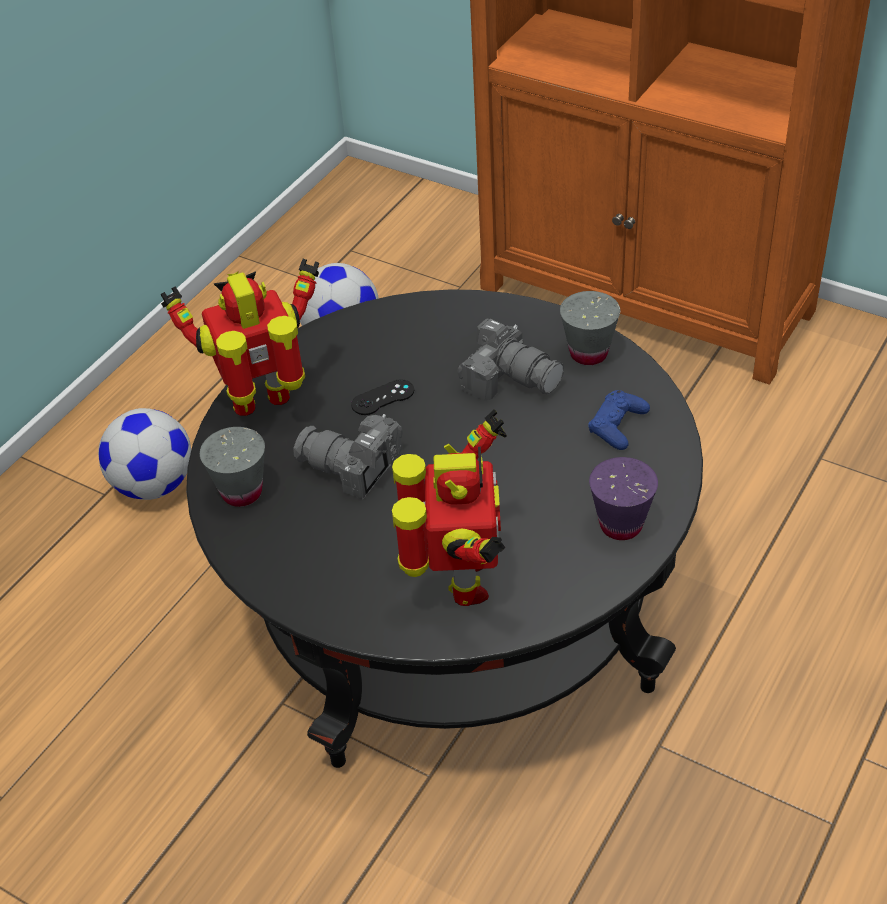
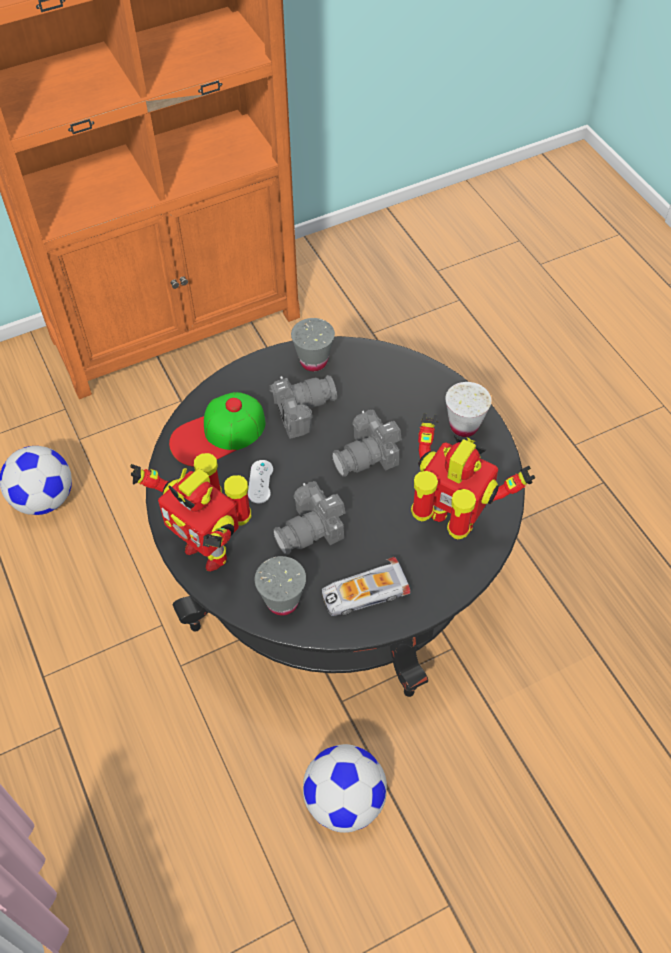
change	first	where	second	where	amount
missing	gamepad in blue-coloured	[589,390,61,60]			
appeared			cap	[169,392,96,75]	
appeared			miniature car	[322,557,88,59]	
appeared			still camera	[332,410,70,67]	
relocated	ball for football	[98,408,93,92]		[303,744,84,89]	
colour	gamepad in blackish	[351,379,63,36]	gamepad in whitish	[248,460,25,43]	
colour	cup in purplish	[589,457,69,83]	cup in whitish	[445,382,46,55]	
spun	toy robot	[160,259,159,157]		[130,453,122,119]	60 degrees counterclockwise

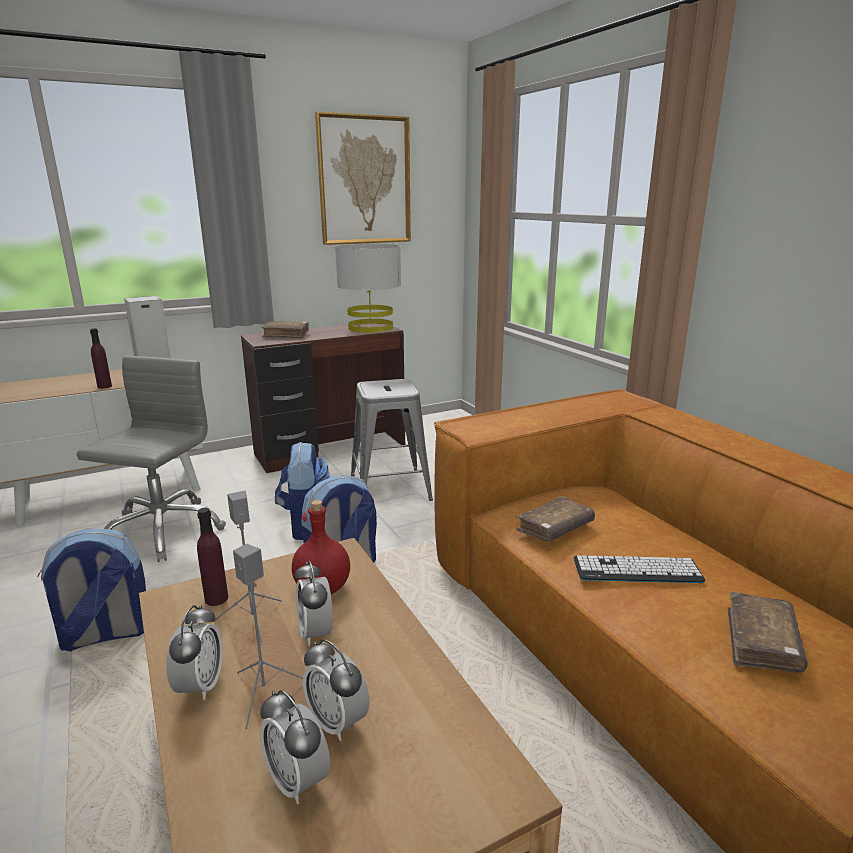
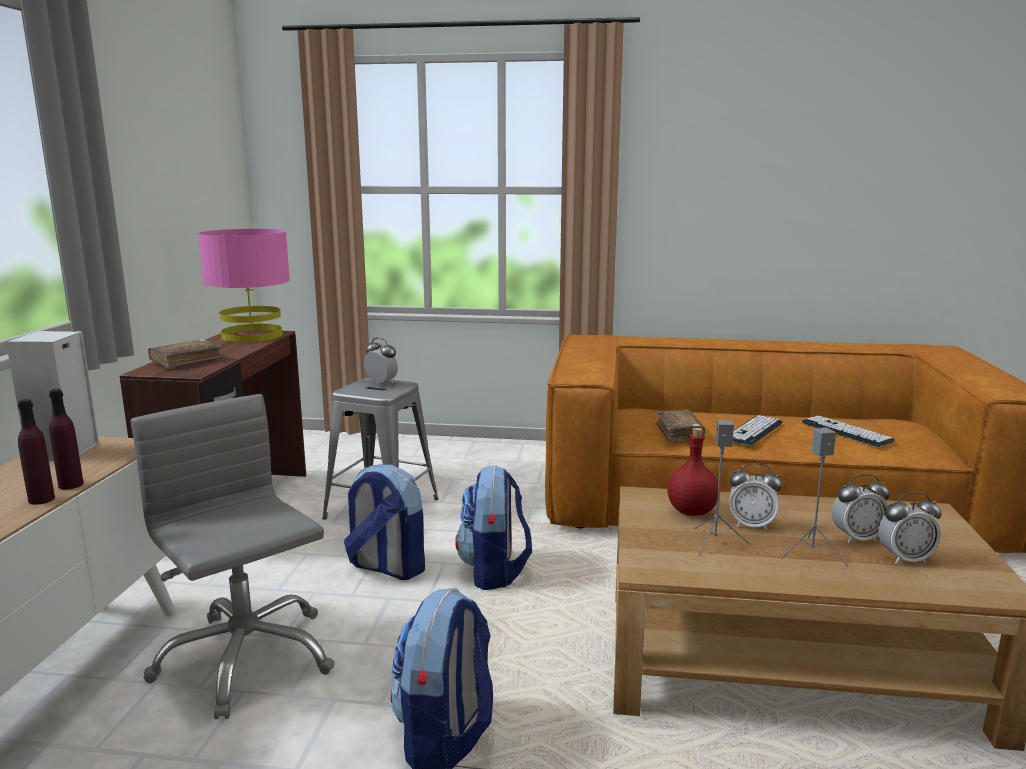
change	first	where	second	where	amount
missing	wall picture	[315,112,96,133]			
relocated	alarm clock	[166,605,57,95]		[364,338,34,46]	
relocated	beverage bottle in purplish	[197,508,31,98]		[18,399,37,106]	
exchanged	volume in brown	[727,592,81,81]	computer keyboard	[802,415,92,32]	
colour	tabletop lamp in greyish	[335,244,66,89]	tabletop lamp in pink-coloured	[198,229,92,113]	

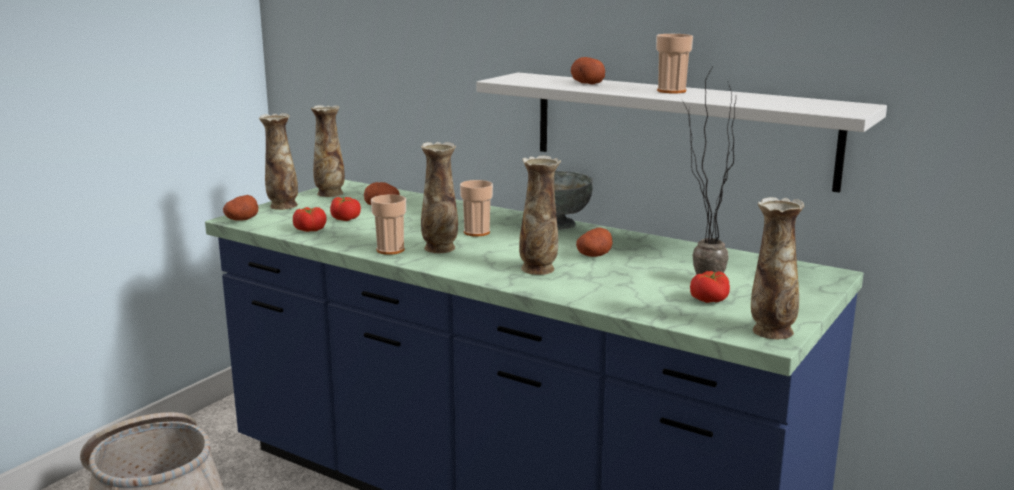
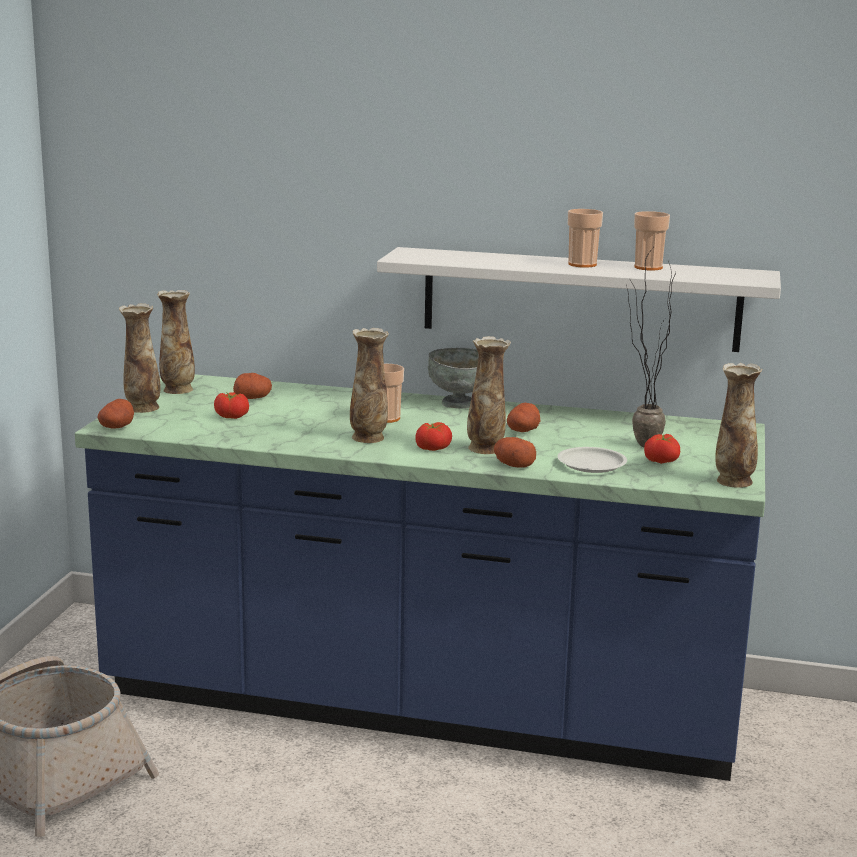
change	first	where	second	where	amount
appeared			flat dish in whitish	[557,447,70,26]	
relocated	tomato	[293,207,34,25]		[415,422,37,29]	
relocated	cup	[371,195,35,60]		[634,211,36,60]	
relocated	potato	[571,57,34,28]		[494,437,42,31]	

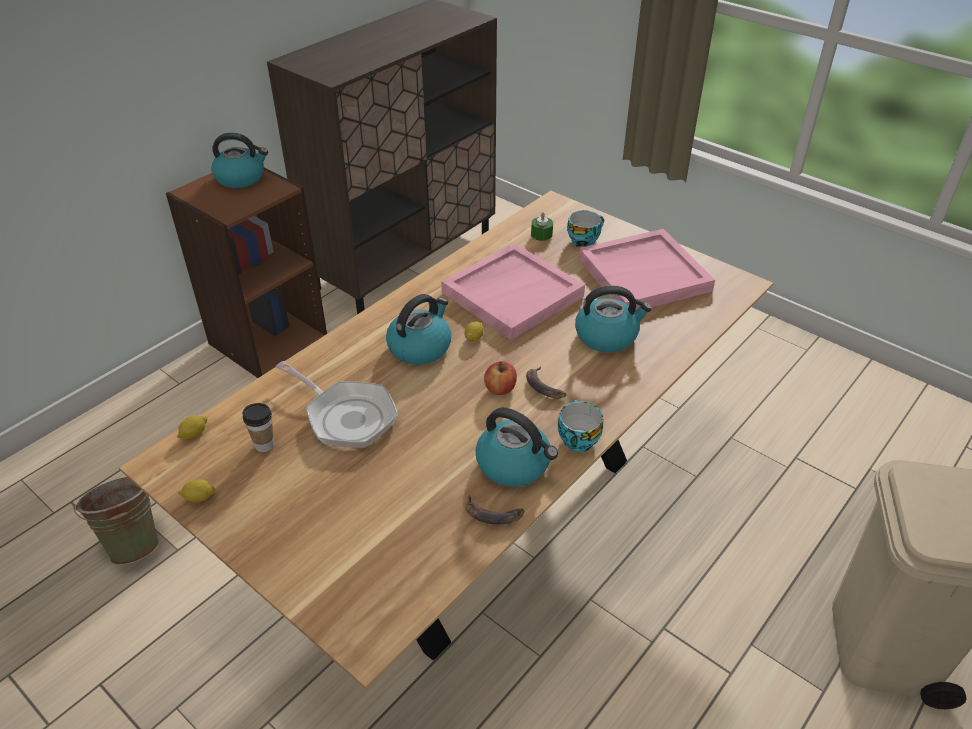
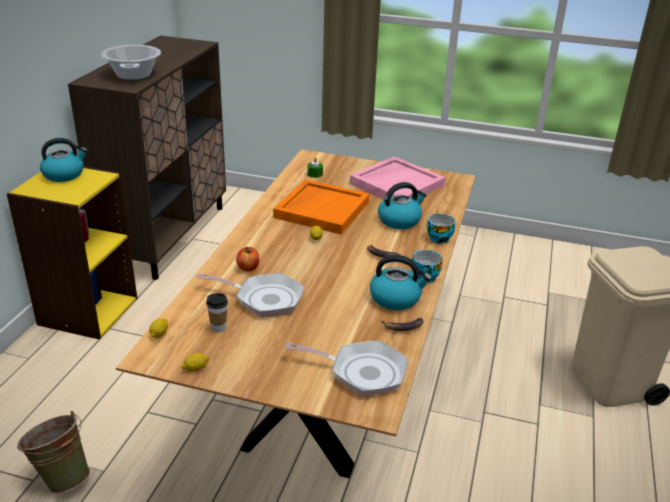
change	first	where	second	where	amount
missing	tea kettle	[386,294,65,71]			
appeared			cooking pot	[101,45,60,35]	
appeared			frying pan	[284,340,124,56]	
relocated	apple fruit	[484,361,33,34]		[236,247,23,25]	
relocated	cup	[567,210,37,38]		[427,213,28,31]	
colour	bookshelf in brown	[166,167,161,211]	bookshelf in yellowish	[7,167,130,173]	
colour	serving tray in pink-coloured	[441,243,144,97]	serving tray in orangey	[273,179,97,55]	

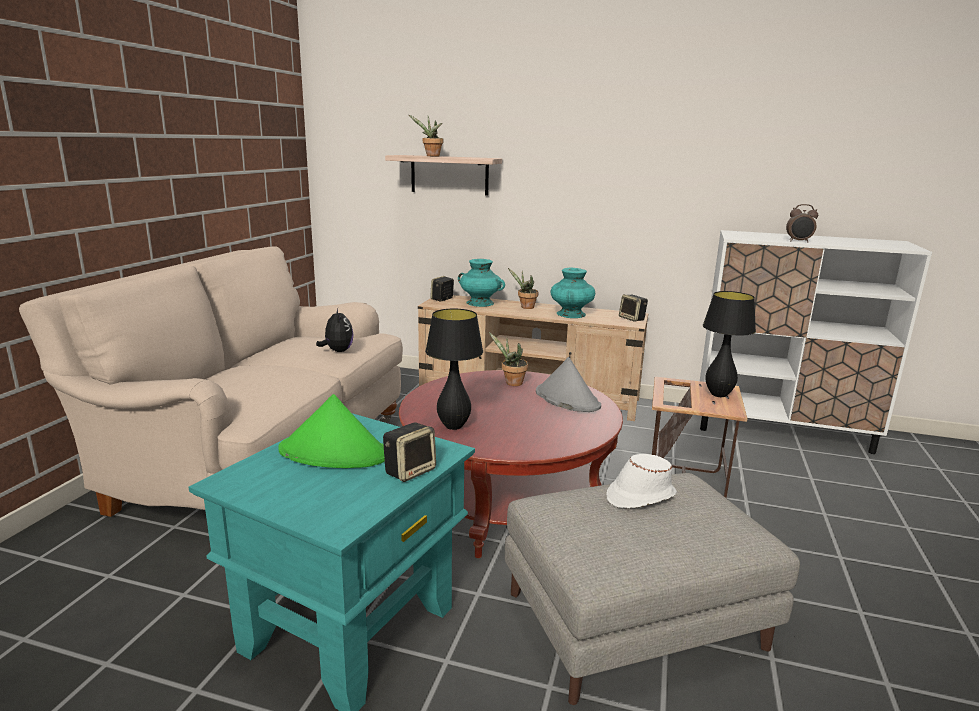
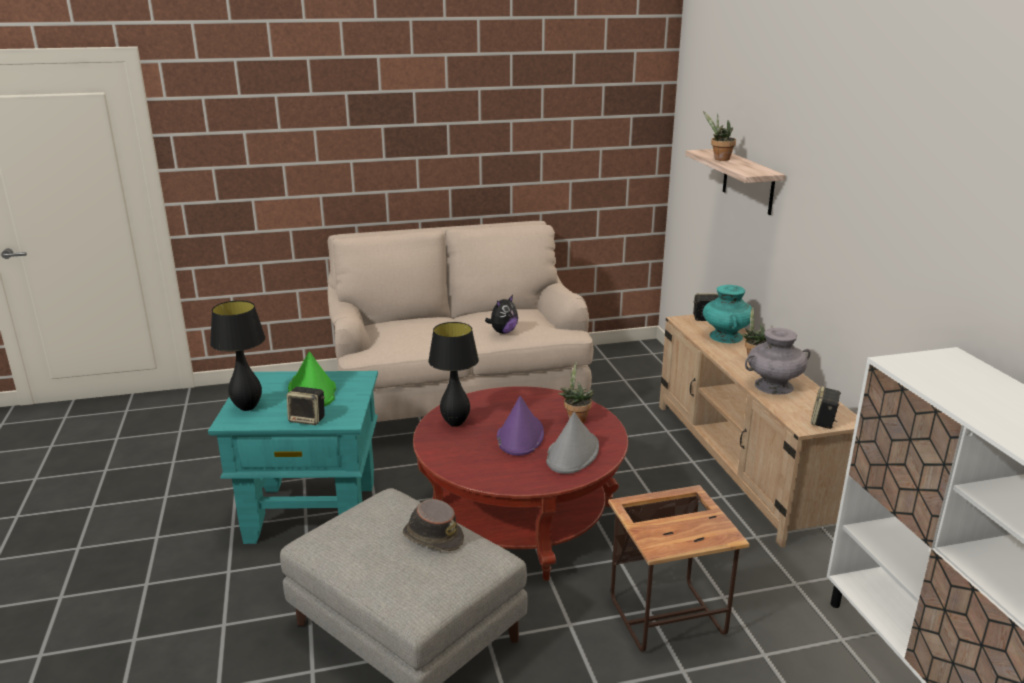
change	first	where	second	where	amount
missing	alarm clock	[786,204,32,39]			
appeared			wearable hat in purplish	[497,396,47,60]	
relocated	tabletop lamp in blackish	[703,291,53,106]		[210,300,56,111]	
colour	flower vase in turquoise	[551,268,44,50]	flower vase in greyish	[745,328,66,67]	
colour	wearable hat in whitish	[606,454,71,54]	wearable hat in brown	[403,499,61,52]	

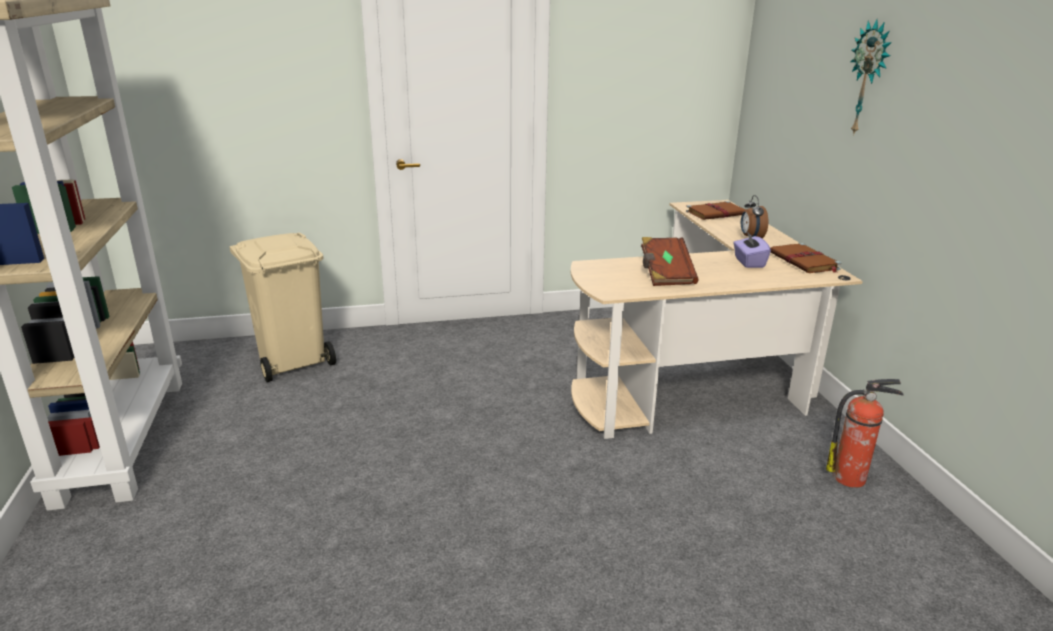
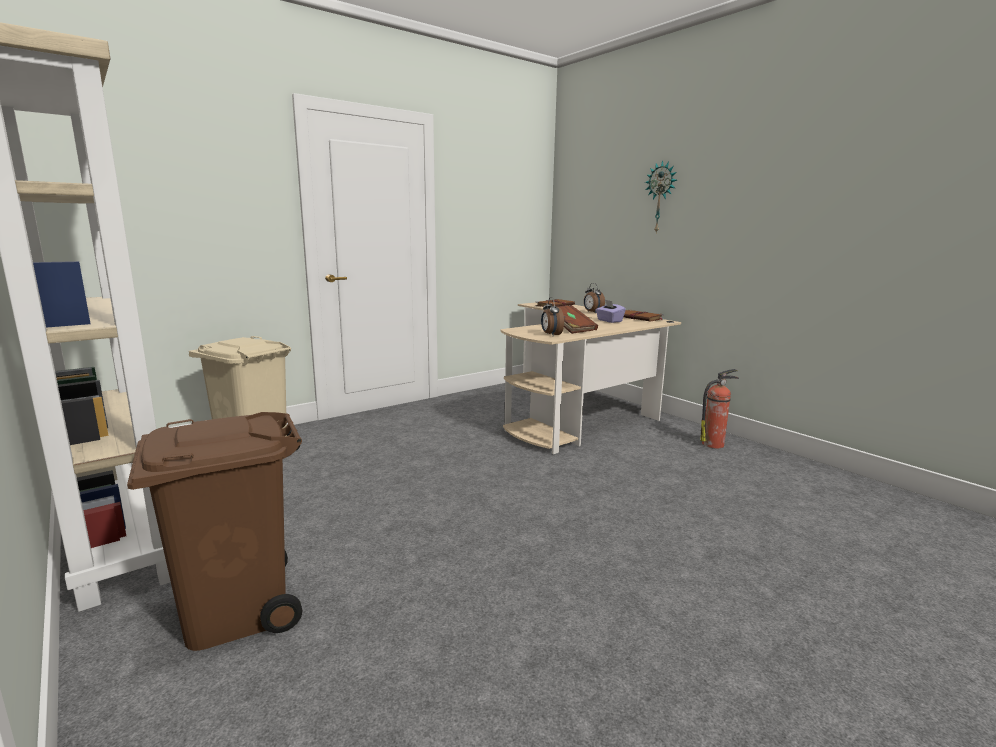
change	first	where	second	where	amount
appeared			rubbish bin in brown	[127,412,175,239]	
appeared			alarm clock	[541,297,23,39]	

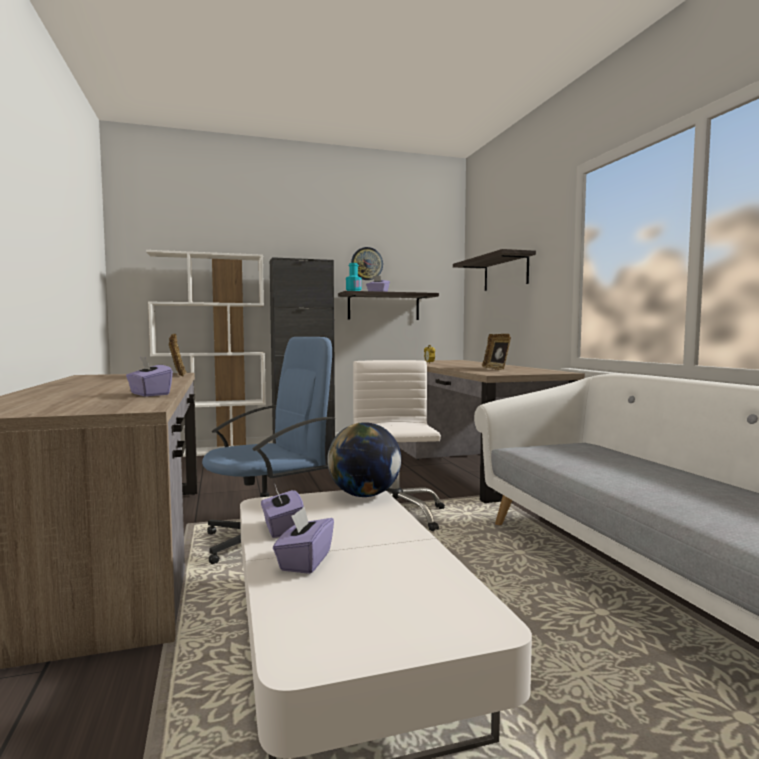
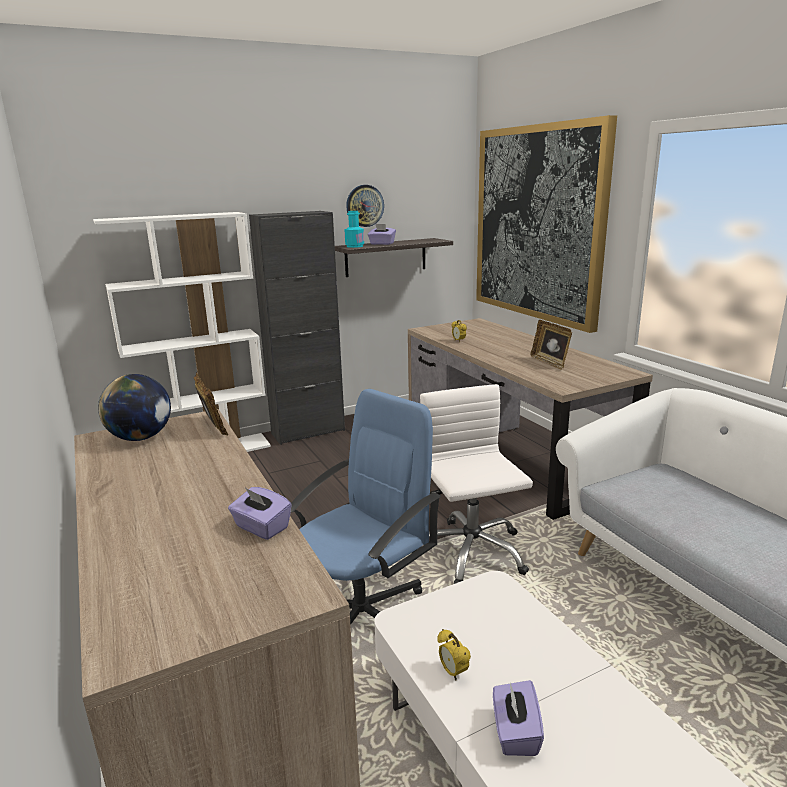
change	first	where	second	where	amount
relocated	desk globe	[327,422,74,75]		[98,374,73,67]	
exchanged	box of tissues in purplish	[261,485,43,53]	alarm clock	[437,629,34,51]	
exchanged	bracket shelf	[453,249,83,42]	wall picture	[476,115,141,218]	

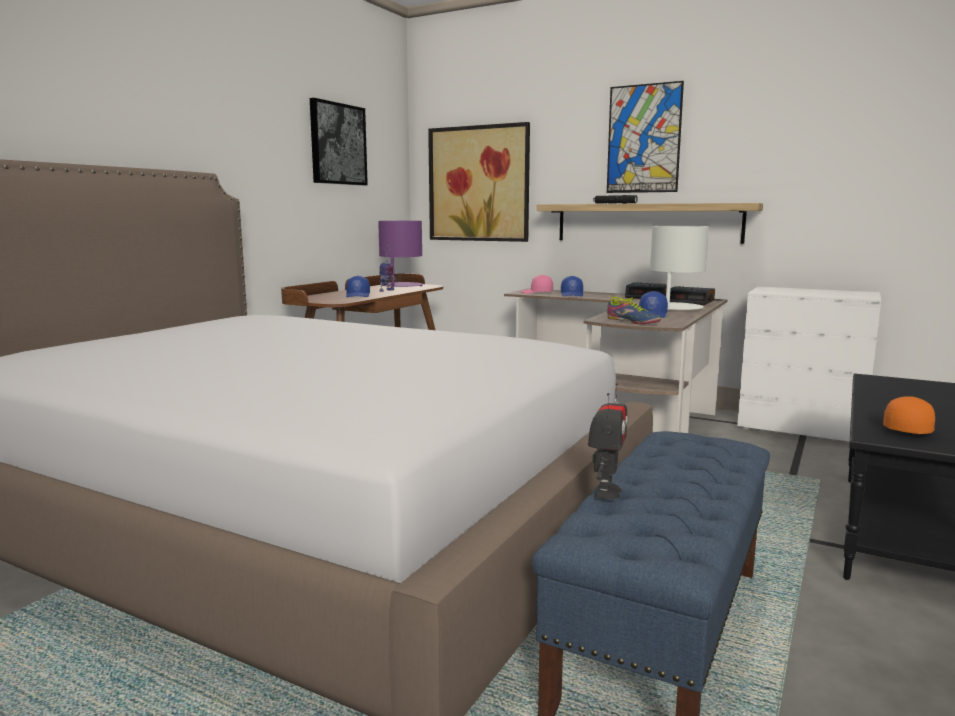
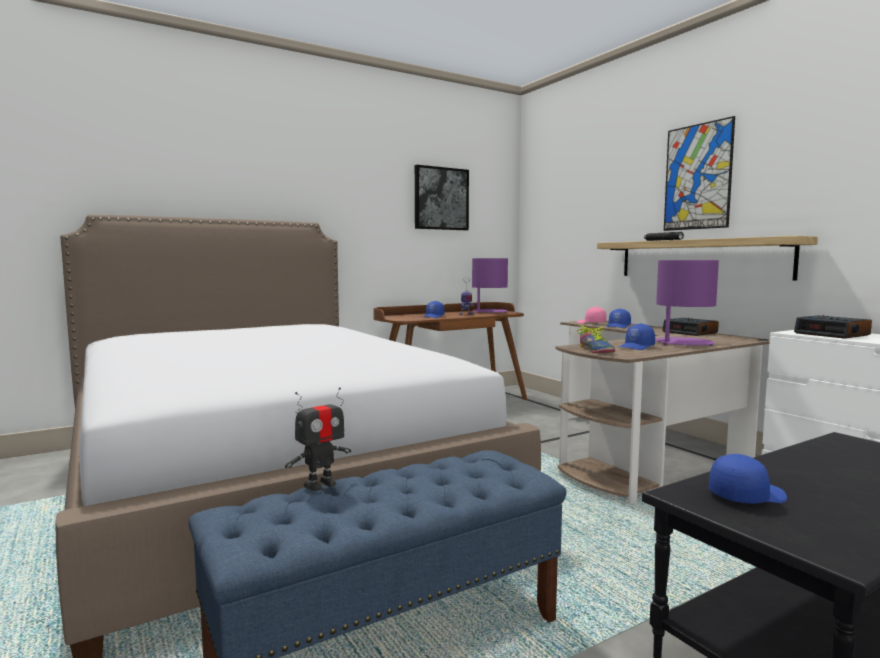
change	first	where	second	where	amount
missing	wall picture	[428,122,102,120]			
relocated	alarm clock	[670,286,45,19]		[794,315,78,24]	
colour	tabletop lamp in whitish	[650,226,59,85]	tabletop lamp in purplish	[655,260,64,86]	
colour	cap in orangey	[883,396,52,38]	cap in blue-coloured	[709,454,78,50]	

